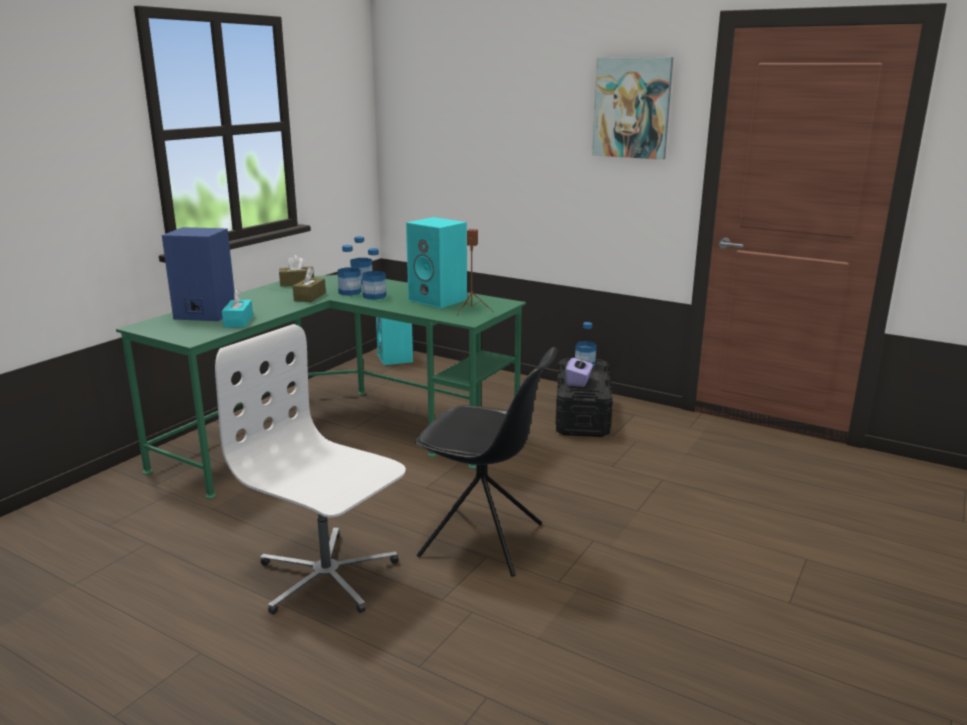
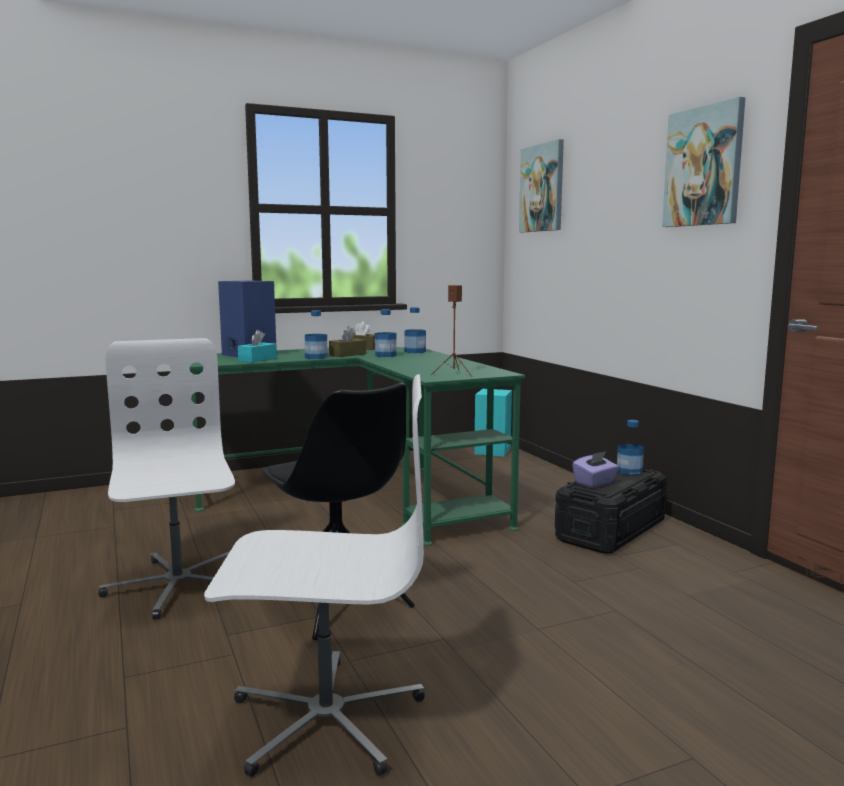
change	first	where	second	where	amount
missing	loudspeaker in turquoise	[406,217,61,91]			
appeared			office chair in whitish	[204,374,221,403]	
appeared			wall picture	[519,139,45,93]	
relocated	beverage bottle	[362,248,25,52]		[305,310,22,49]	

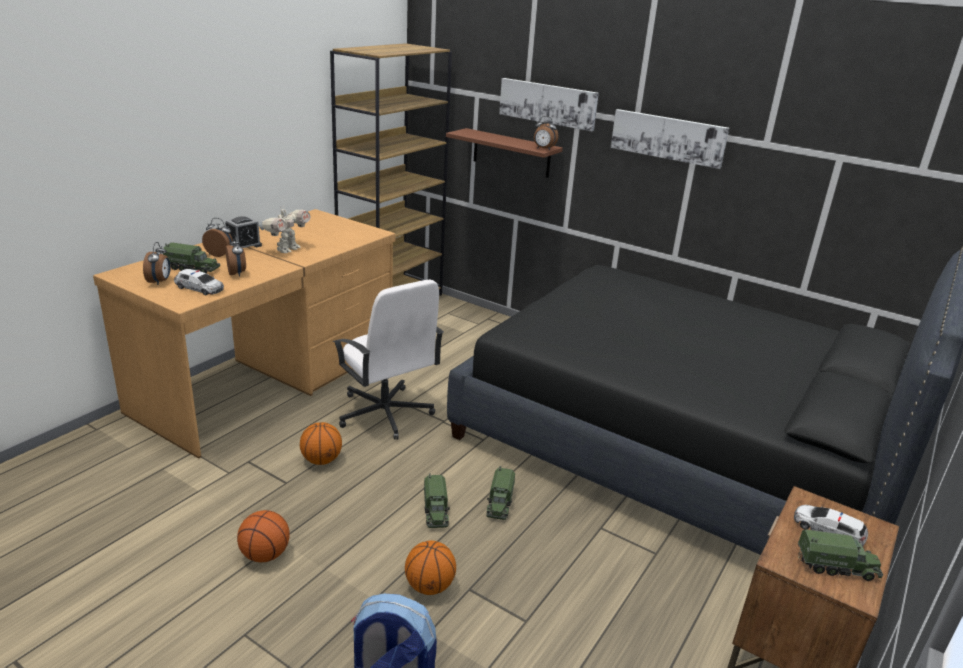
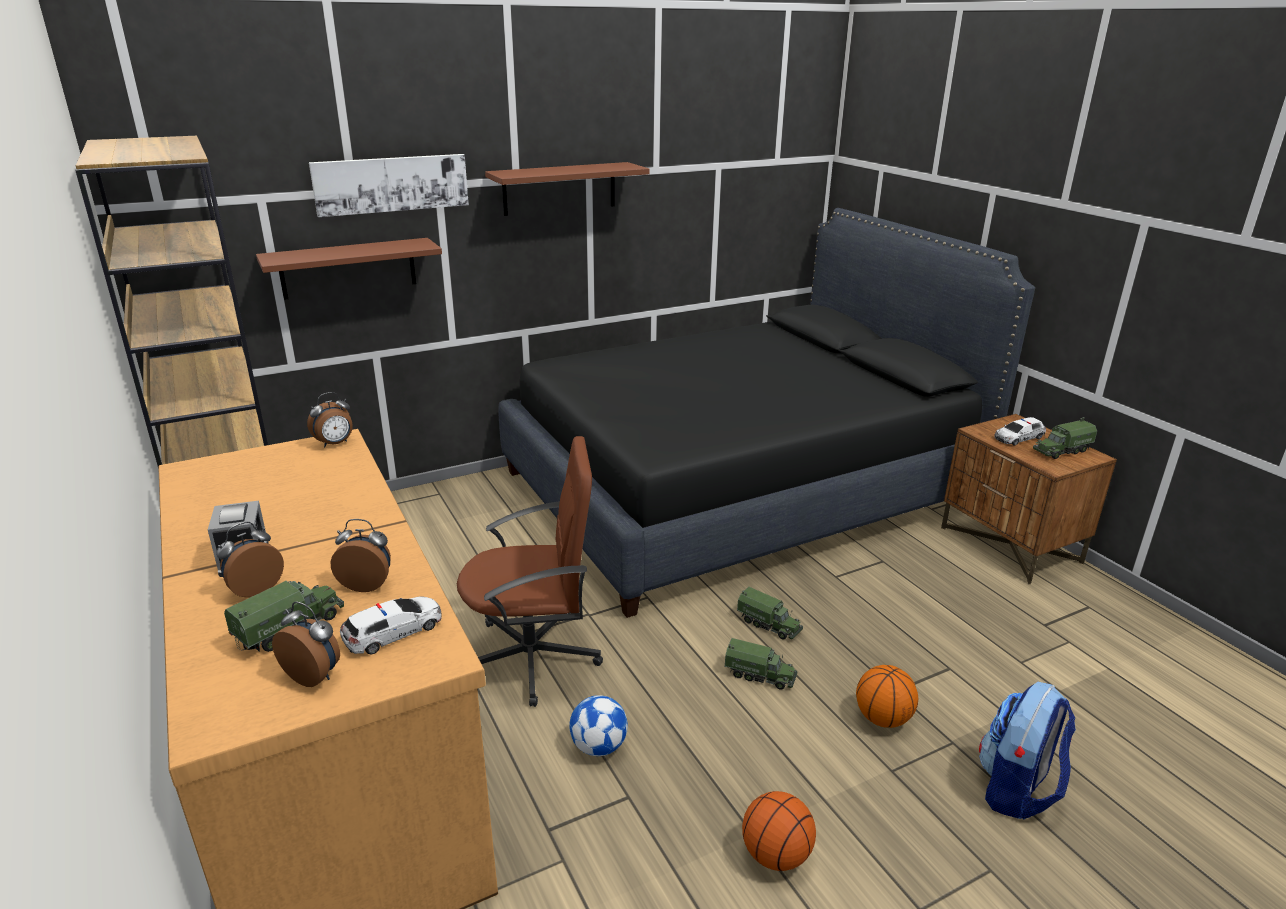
change	first	where	second	where	amount
missing	toy robot	[259,205,52,48]			
relocated	alarm clock	[534,116,24,34]		[307,392,46,55]	
exchanged	basketball ball	[300,422,42,43]	ball for football	[569,695,59,61]	
exchanged	wall picture	[611,109,118,60]	bracket shelf in brown	[485,162,165,54]	
colour	office chair in whitish	[333,280,111,160]	office chair in brown	[457,436,146,271]	
spun	model truck	[798,529,85,52]		[1033,417,64,42]	150 degrees counterclockwise

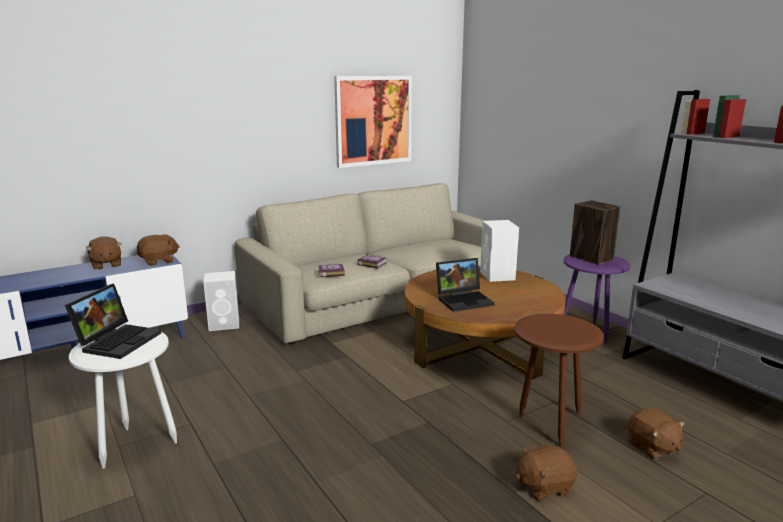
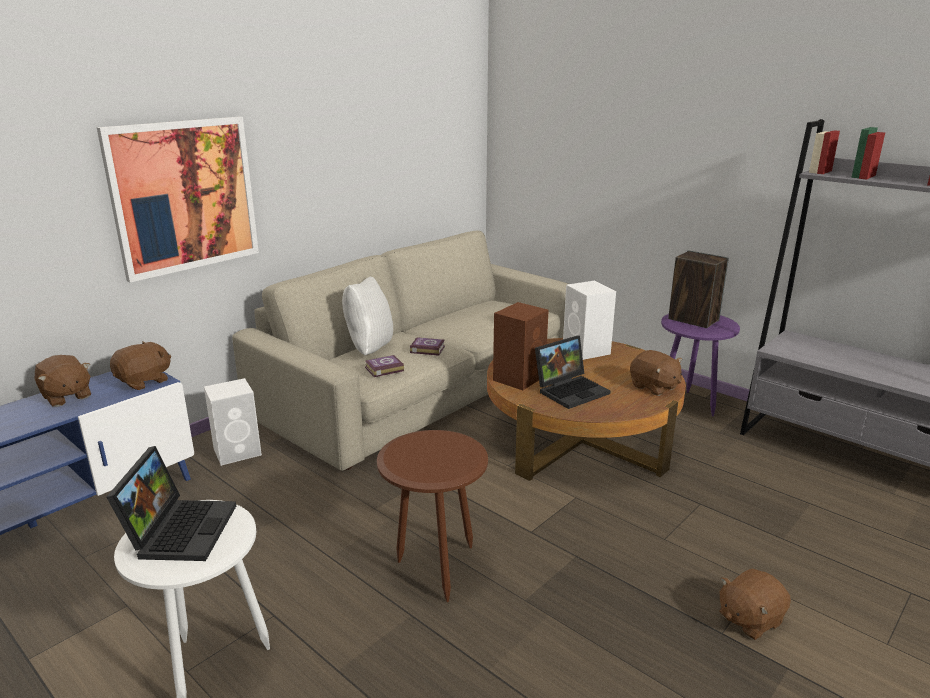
change	first	where	second	where	amount
appeared			throw pillow in whitish	[342,277,51,78]	
appeared			loudspeaker in brown	[493,302,56,88]	
relocated	wall picture	[334,76,78,92]		[97,117,162,165]	
relocated	accent table in brown	[515,314,89,133]		[377,430,111,172]	
relocated	cuddly toy in brown	[627,408,58,52]		[630,350,52,46]	

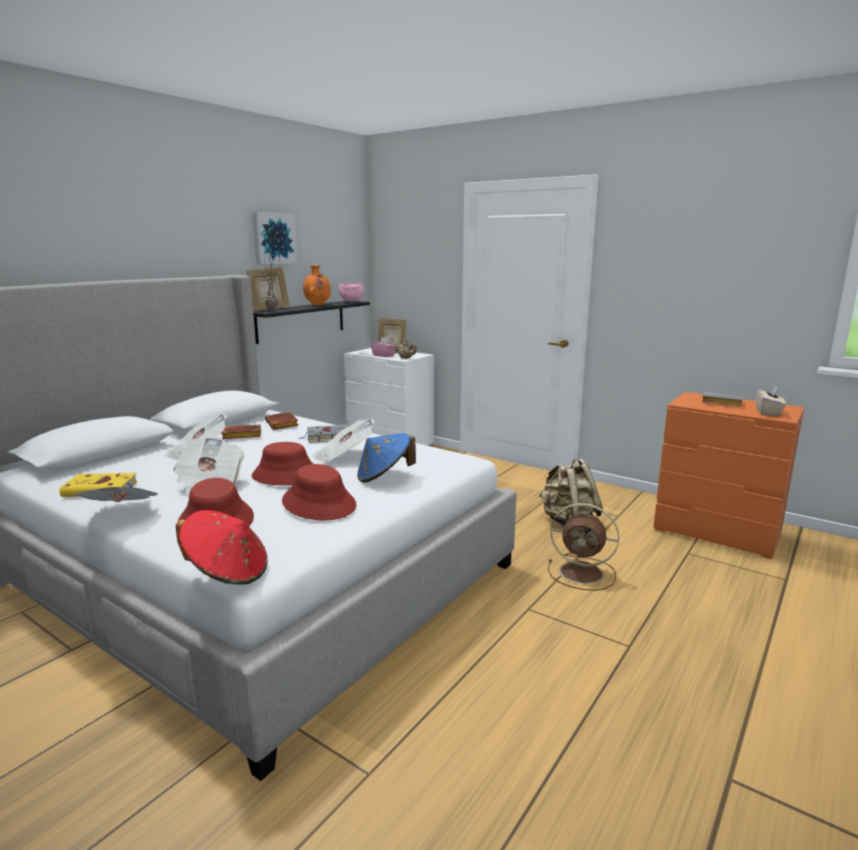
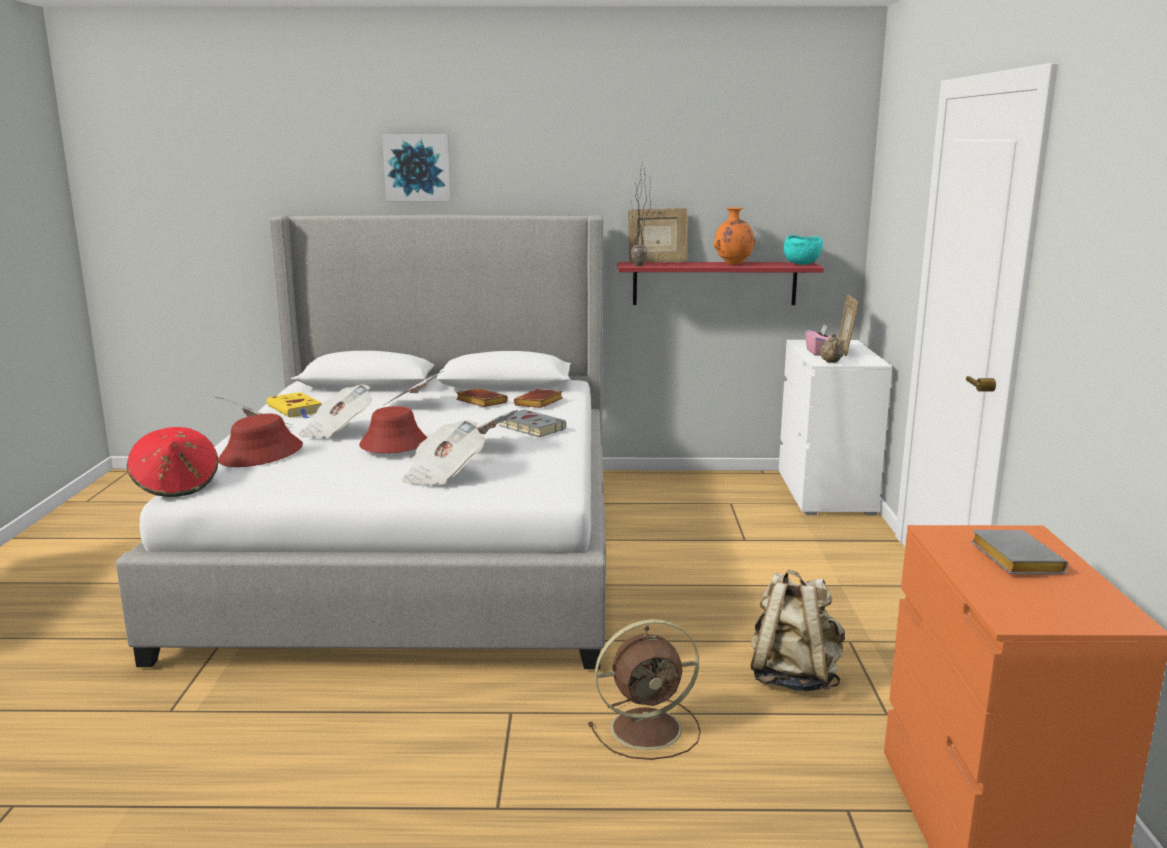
change	first	where	second	where	amount
missing	wearable hat in red-coloured	[282,464,75,56]			
missing	box of tissues in beige-coloured	[756,386,30,30]			
relocated	wall picture	[252,212,45,52]		[382,134,70,67]	
exchanged	wearable hat in blue-coloured	[357,433,59,50]	daily paper	[402,420,83,65]	
colour	bracket shelf in blackish	[253,301,117,43]	bracket shelf in red-coloured	[617,262,207,43]	
colour	bowl in pink-coloured	[338,283,26,19]	bowl in turquoise	[783,235,40,30]	
spun	fan in brown	[548,503,71,88]		[588,619,113,141]	90 degrees counterclockwise

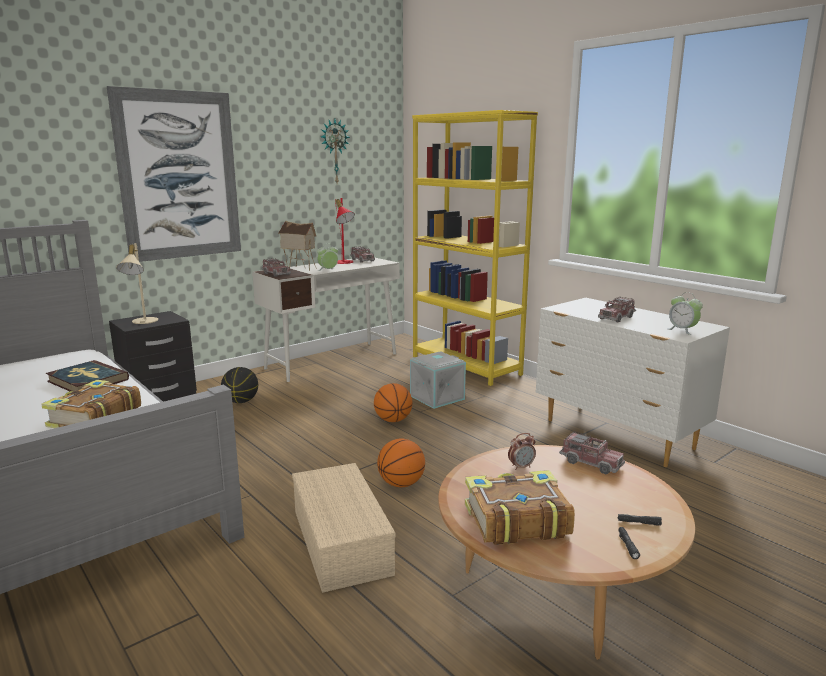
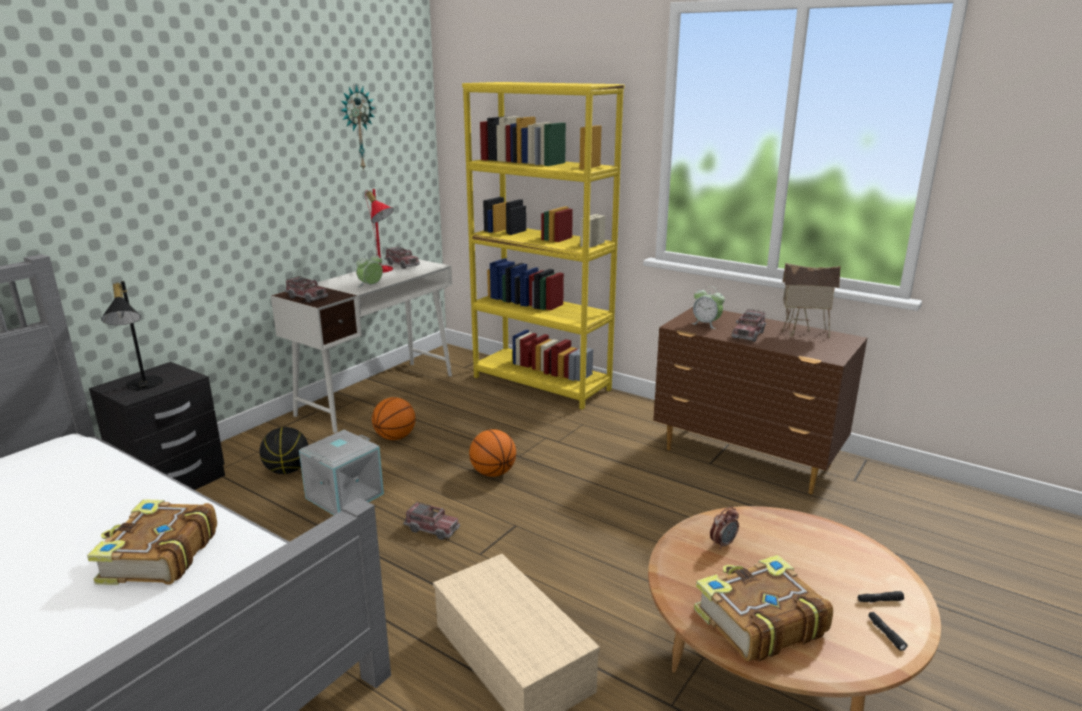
change	first	where	second	where	amount
missing	volume	[46,360,83,31]			
missing	wall picture	[107,86,134,176]			
relocated	model house	[278,221,39,50]		[782,263,59,75]	
relocated	basketball ball	[377,439,48,48]		[372,397,44,43]	
relocated	storage bin in greyish	[410,351,56,58]		[299,429,85,86]	
relocated	model truck	[559,431,66,44]		[403,501,57,39]	
relocated	alarm clock	[668,292,35,43]		[691,286,34,43]	
colour	tabletop lamp in beige-coloured	[116,243,42,81]	tabletop lamp in blackish	[101,281,62,109]	
colour	dresser in whitish	[536,298,194,169]	dresser in brown	[653,307,214,187]	

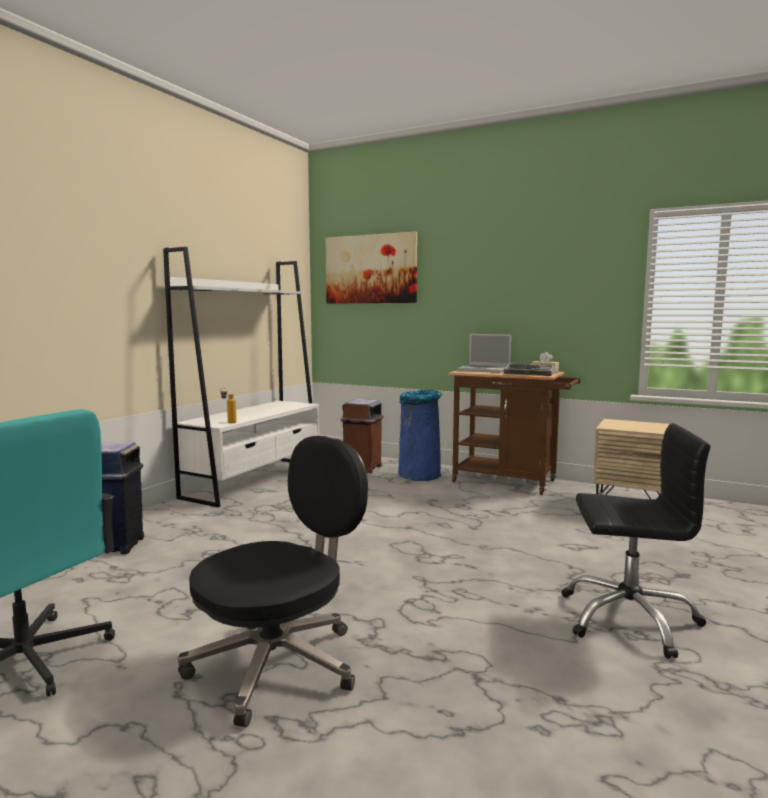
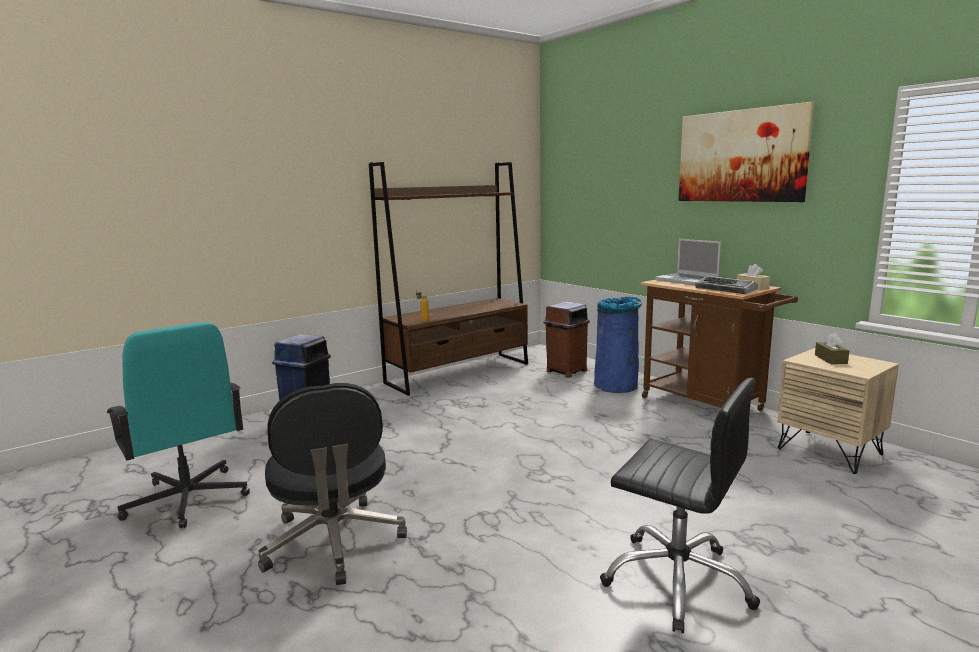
change	first	where	second	where	amount
appeared			box of tissues in brown	[815,333,34,31]	
relocated	wall picture	[325,231,92,73]		[679,102,136,100]	
colour	bookshelf in whitish	[163,247,156,260]	bookshelf in brown	[369,162,159,234]	
spun	office chair in blackish	[178,436,190,291]		[258,383,149,202]	90 degrees clockwise

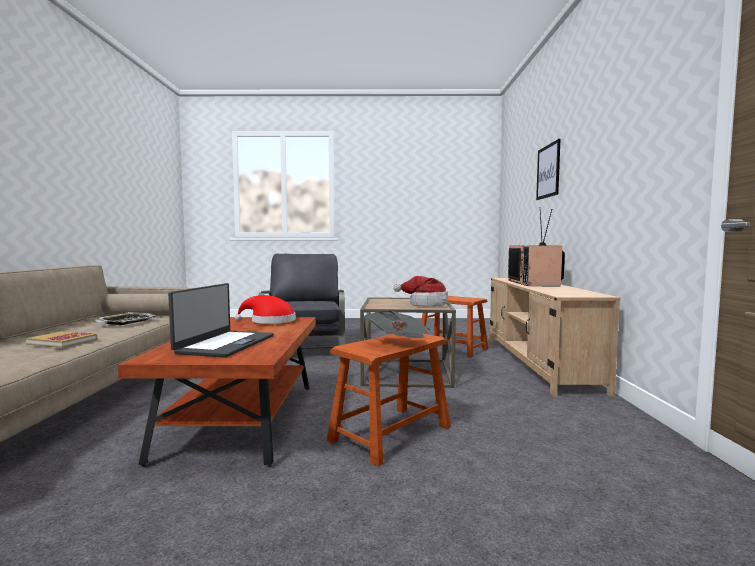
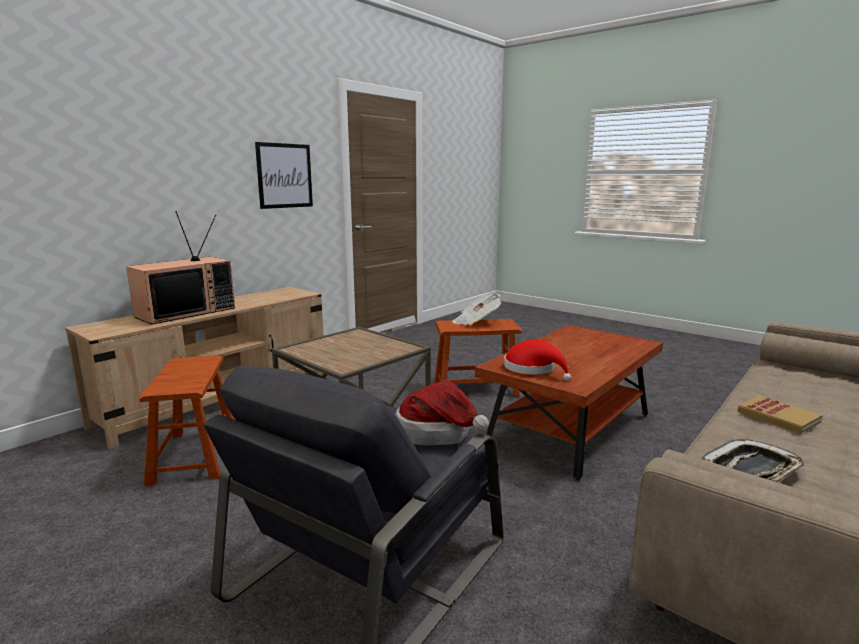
change	first	where	second	where	amount
missing	laptop	[168,283,106,75]			
relocated	wearable hat	[393,276,55,30]		[395,380,94,65]	
relocated	wall picture	[536,139,25,61]		[255,142,58,67]	

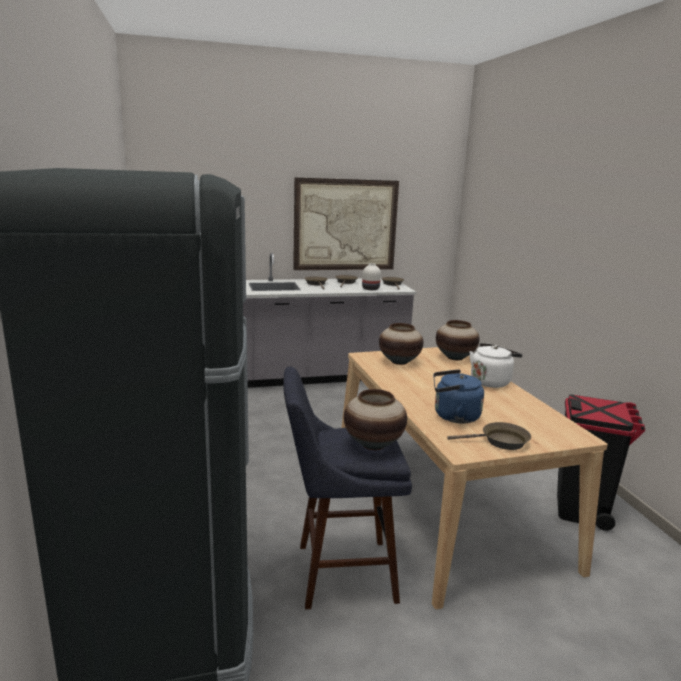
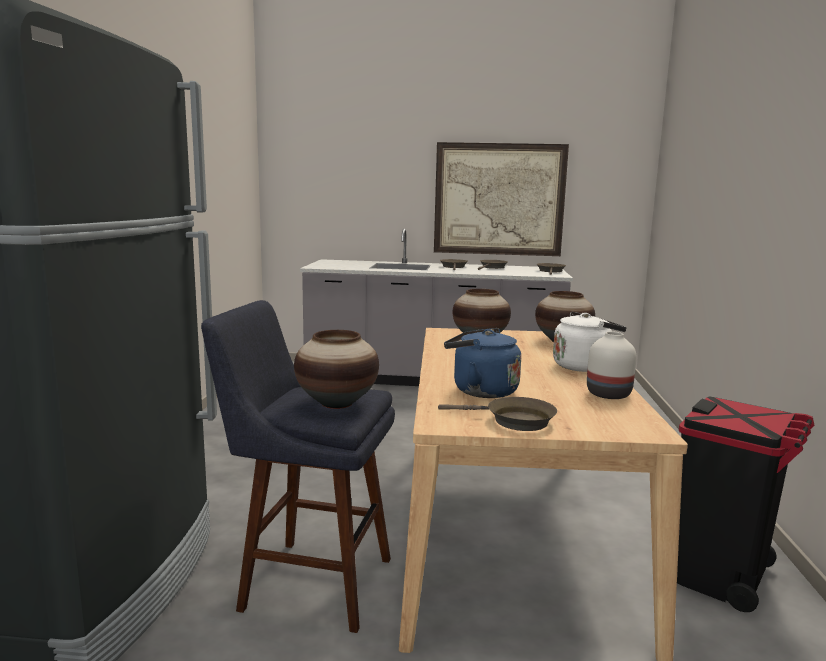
change	first	where	second	where	amount
relocated	flower vase in whitish	[362,263,19,27]		[587,331,49,68]	

